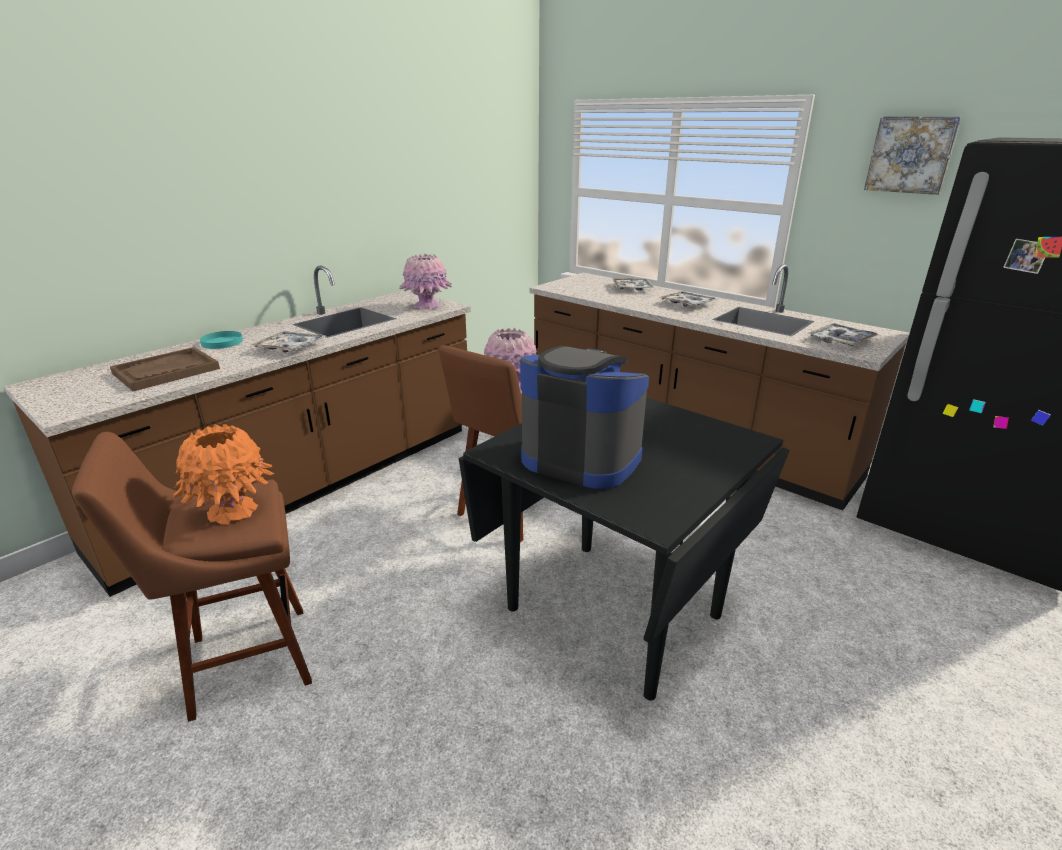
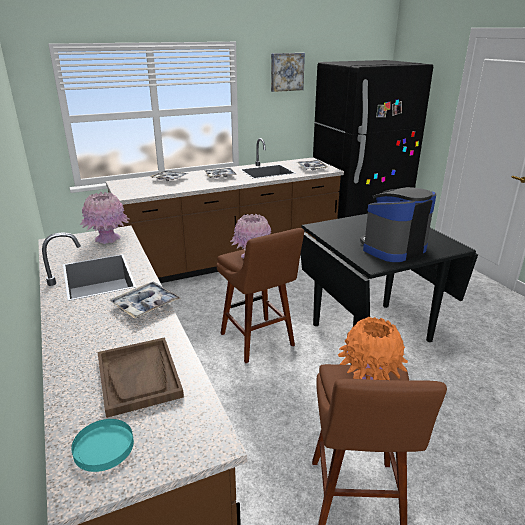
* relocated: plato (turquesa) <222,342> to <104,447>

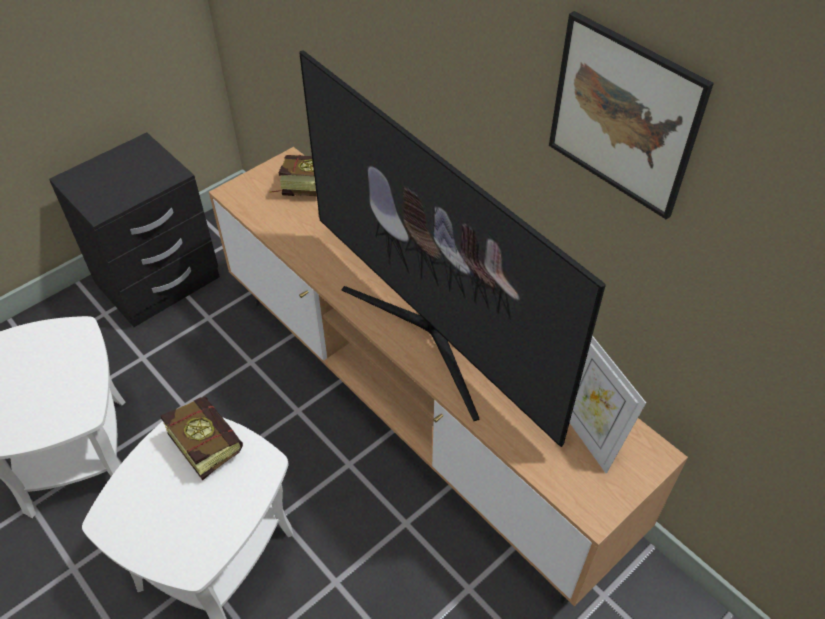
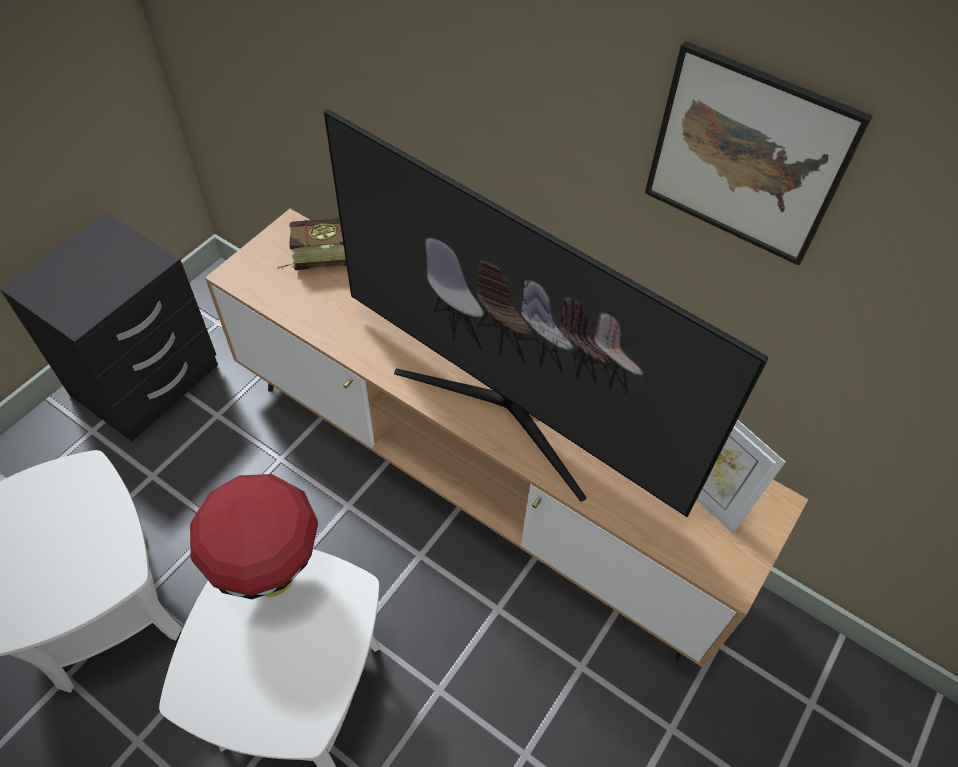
* exchanged: libro <202,441> to lámpara de mesa (rojo) <274,578>

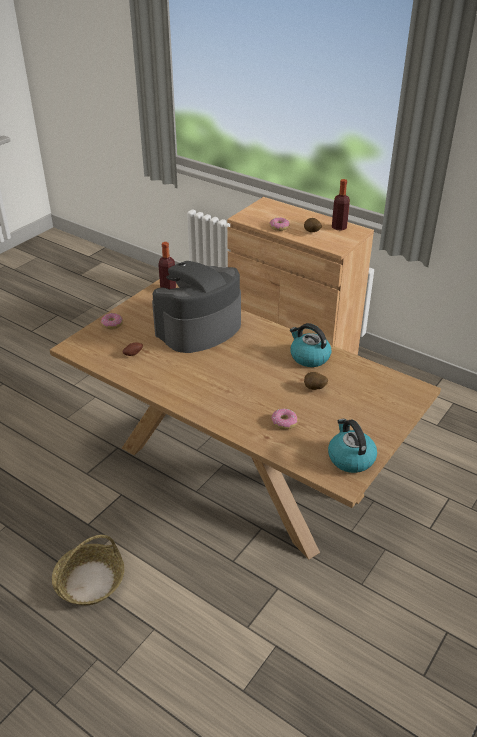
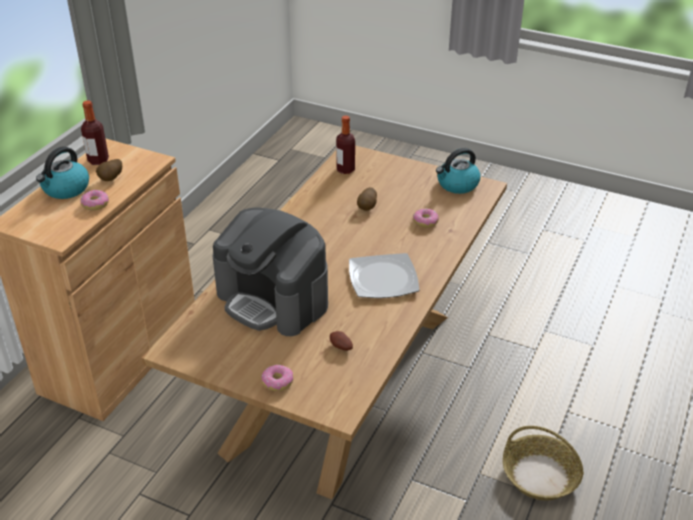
* relocated: hervidor <309,357> to <66,189>
* relocated: botella <168,288> to <345,169>
* appeared: plato <384,279>

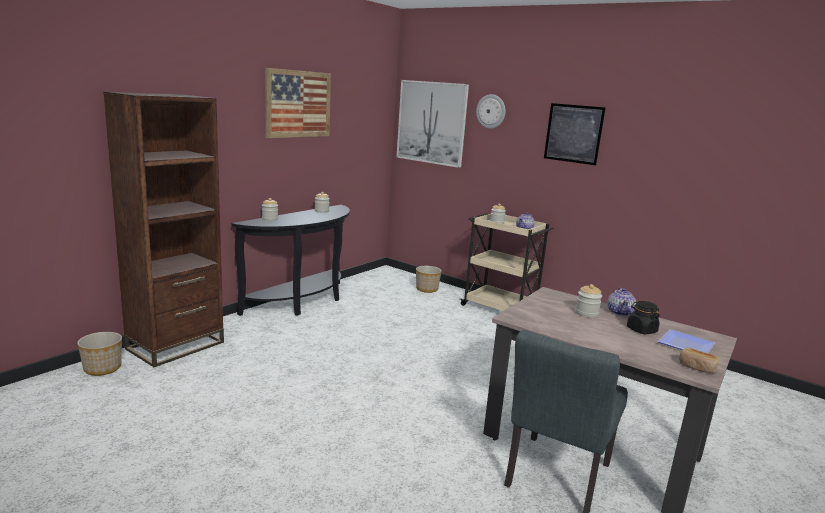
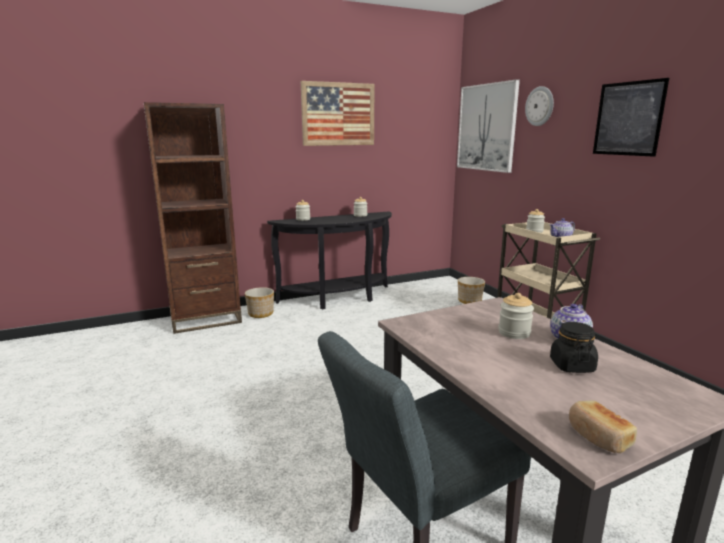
* relocated: maceta <102,368> to <260,313>
* missing: plato <687,346>

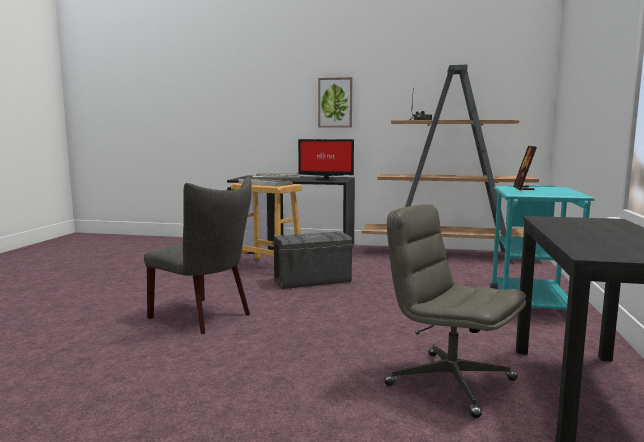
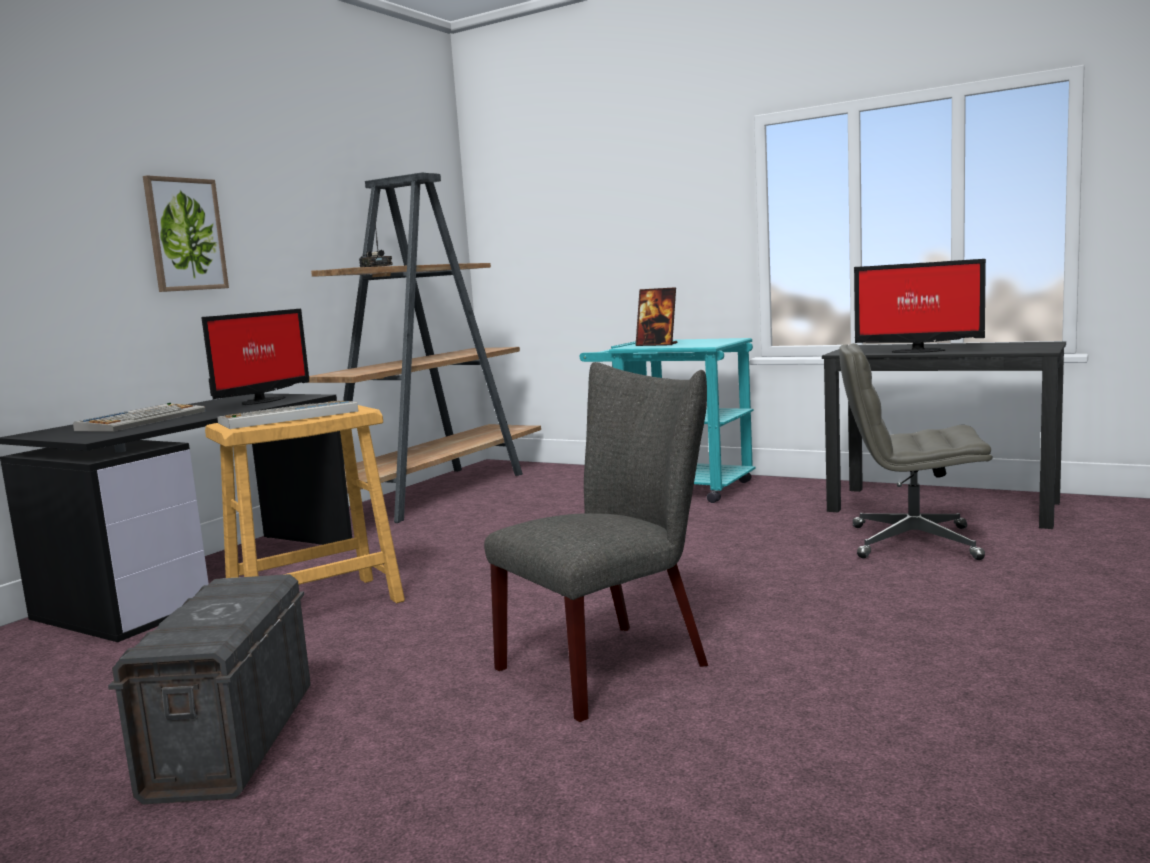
* relocated: caja de almacenaje (gris) <312,281> to <231,742>
* spun: silla de oficina (gris) <449,382> = <911,543> 45 degrees clockwise
* appeared: monitor <916,351>

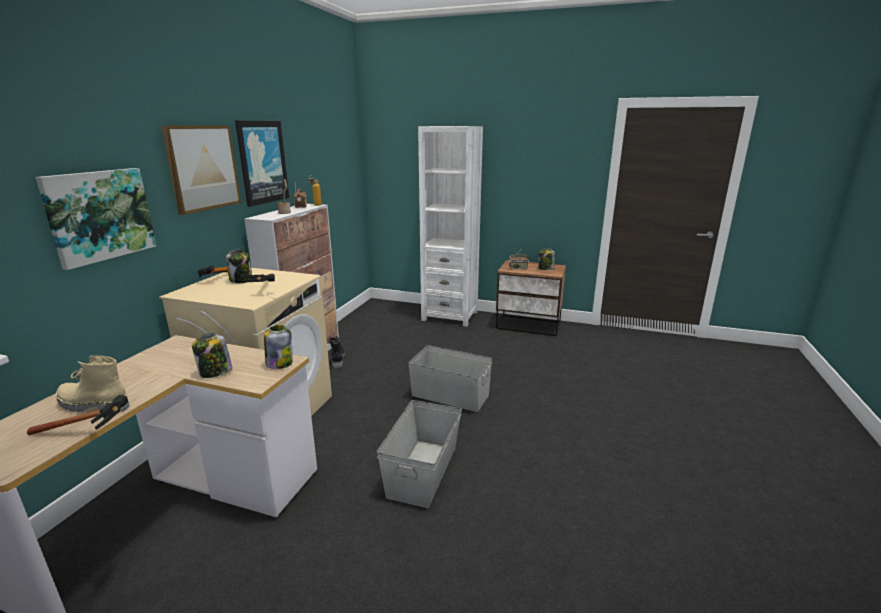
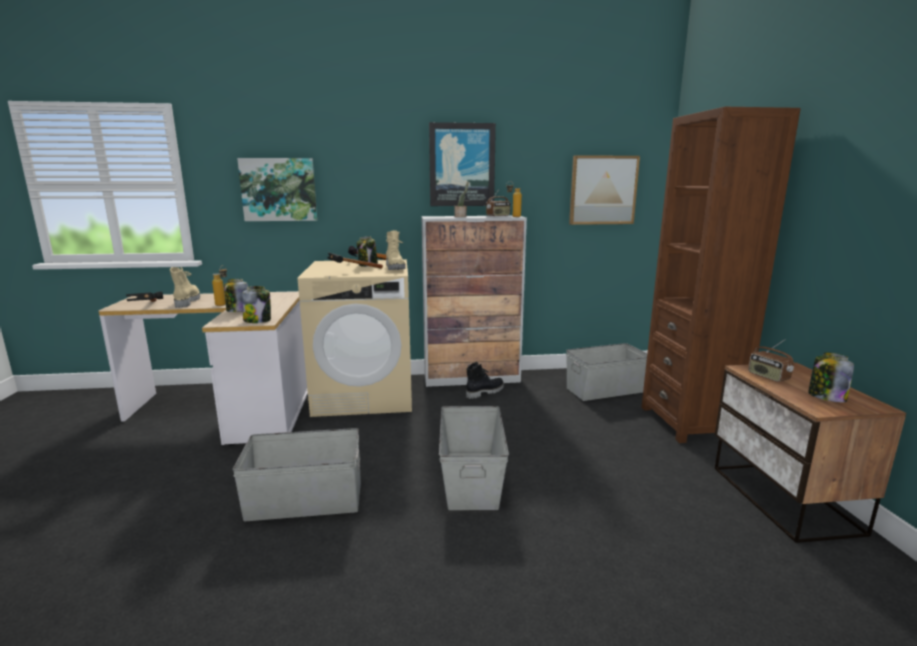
* appeared: botella <223,304>
* appeared: bota (beis) <395,268>
* appeared: caja de almacenaje (gris) <604,389>
* relocated: cuadro <202,168> to <603,190>
* colour: estantería (blanco) <450,316> to estantería (marrón) <689,422>

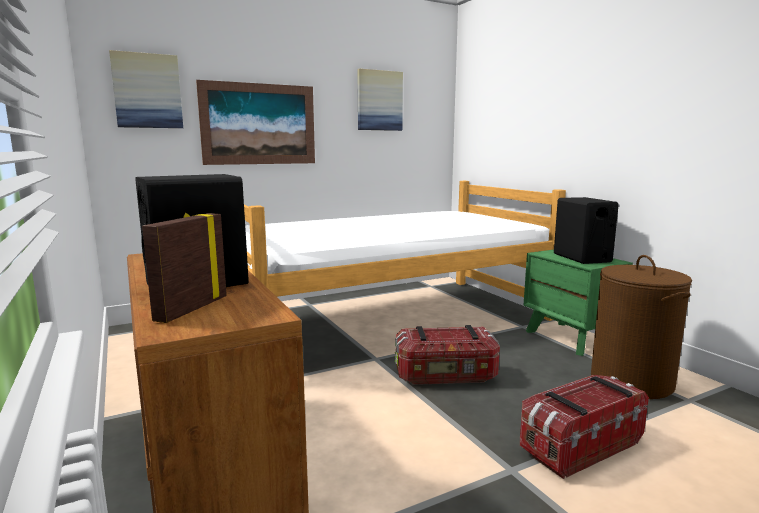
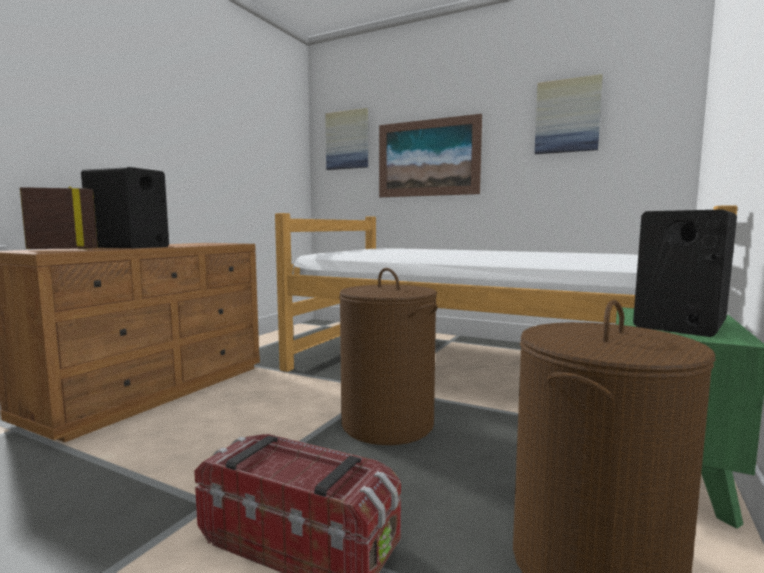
* exchanged: caja de almacenaje <445,376> to cesto de la ropa (marrón) <388,424>

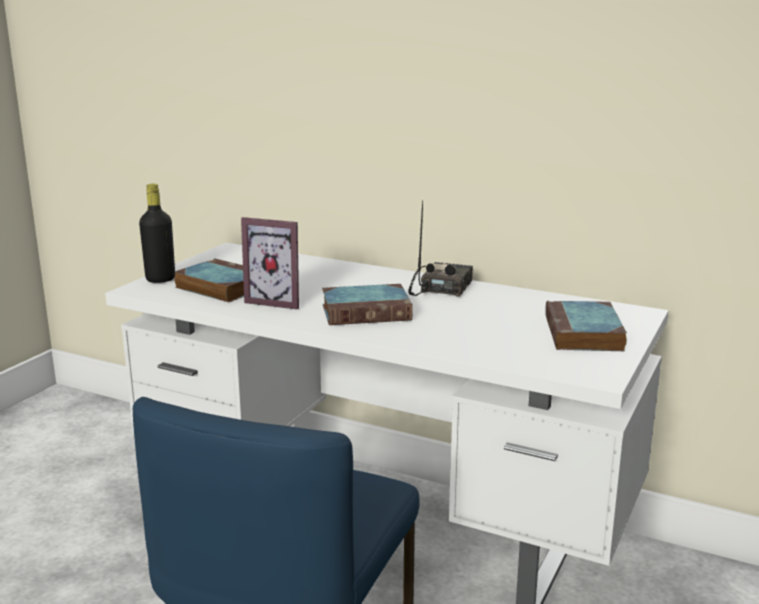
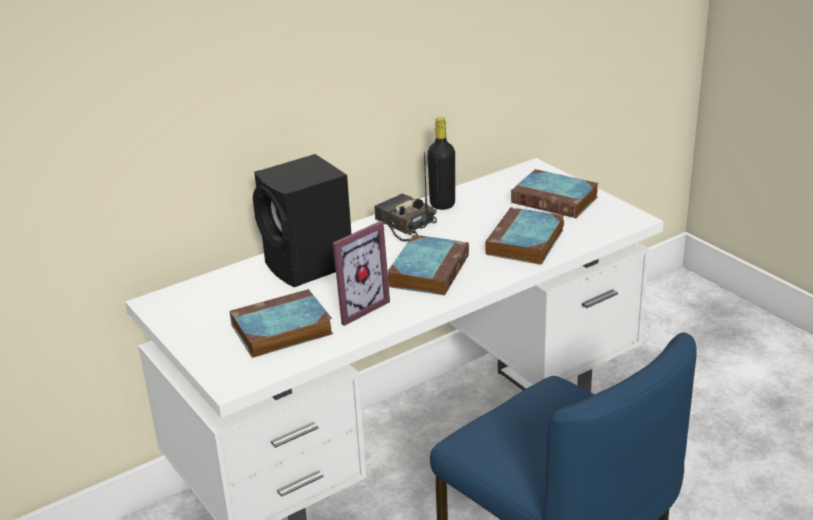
* appeared: altavoz (negro) <309,266>
* relocated: botella (negro) <160,279> to <442,204>
* appeared: libro <525,243>

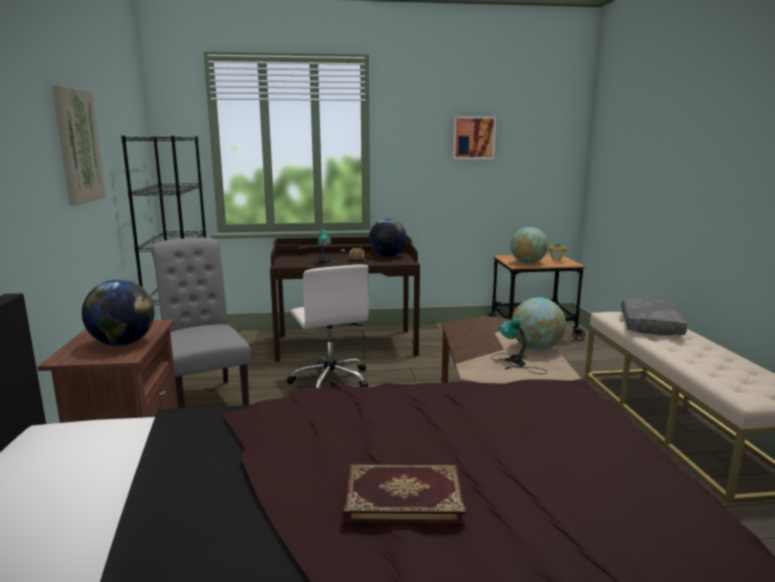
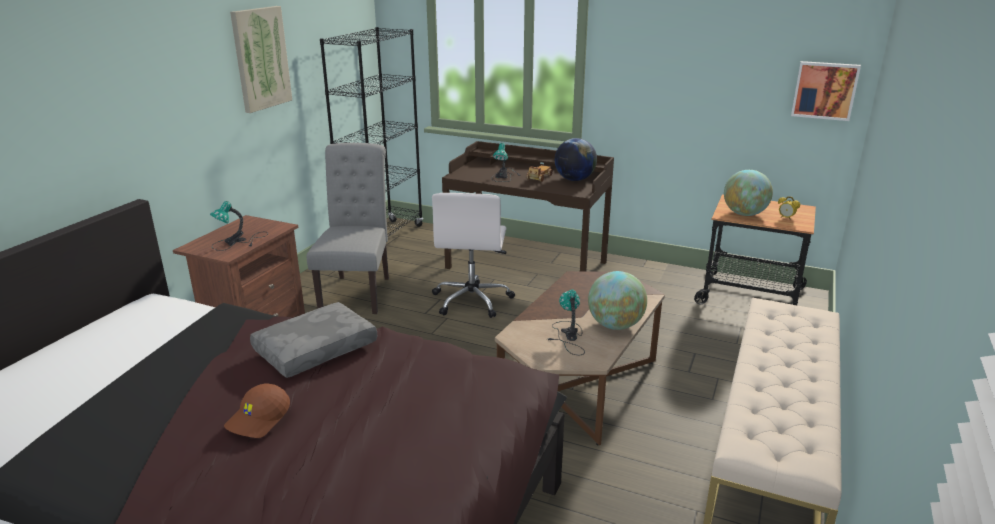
* exchanged: globo terráqueo <123,343> to lámpara de mesa <239,241>
* exchanged: libro <403,497> to gorra (marrón) <259,419>
* relocated: cojín (gris) <649,325> to <315,349>
* relocated: cuadro <473,138> to <824,90>

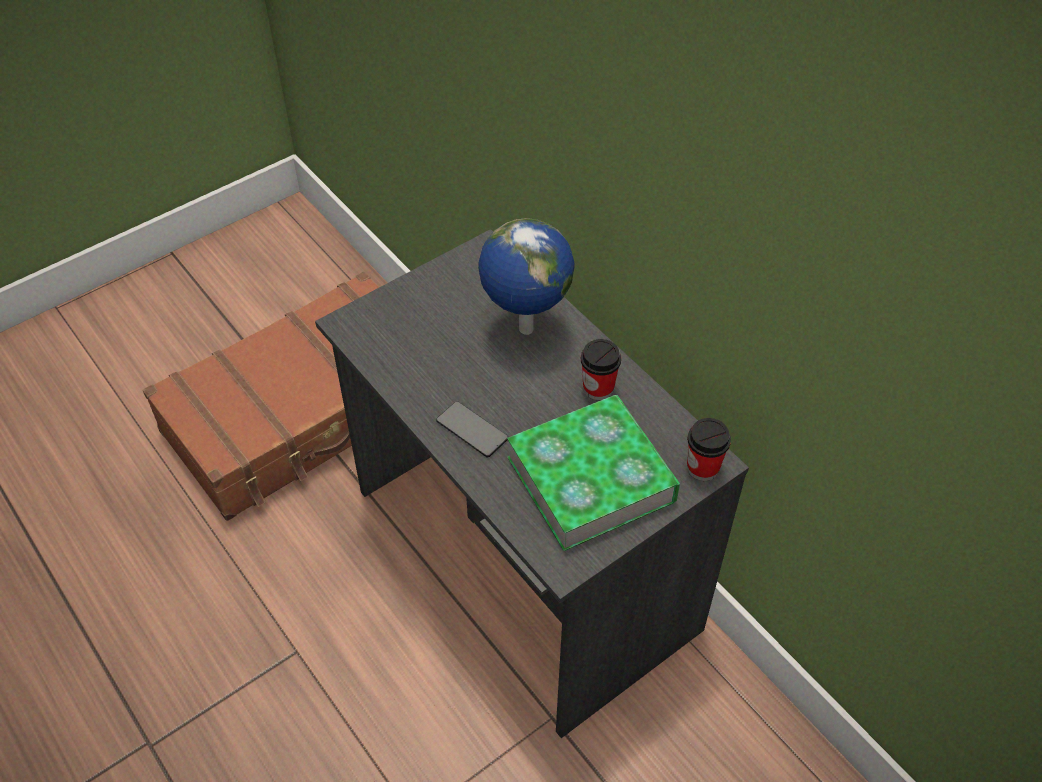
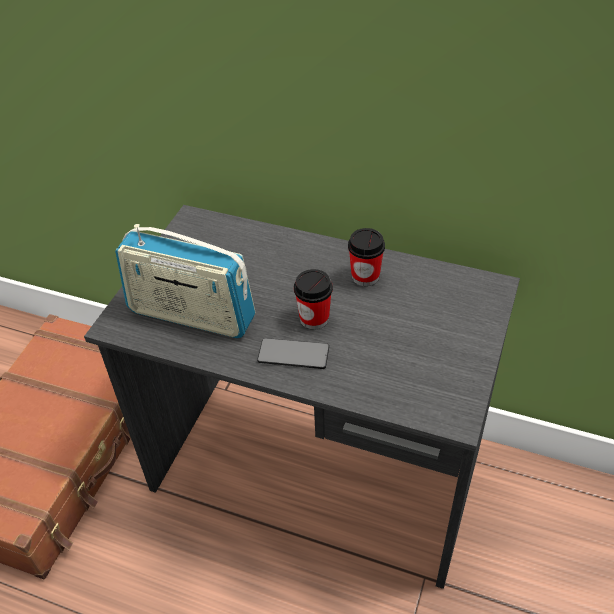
* appeared: radio <191,315>
* relocated: taza <702,467> to <314,318>
* missing: globo terráqueo <524,330>
* missing: libro <591,479>

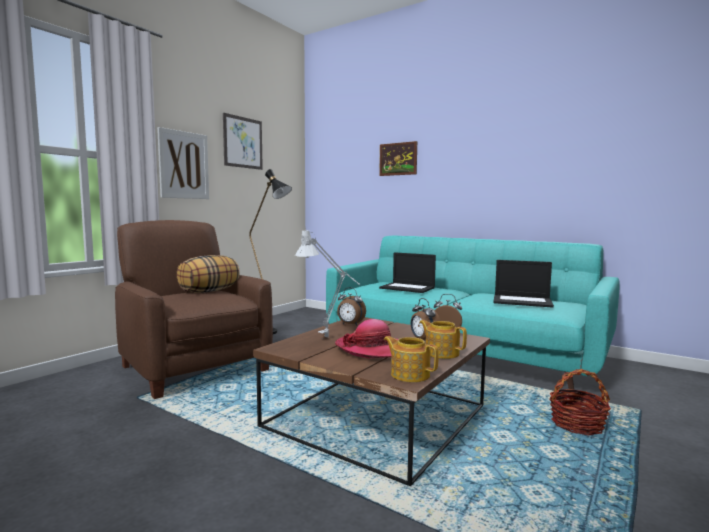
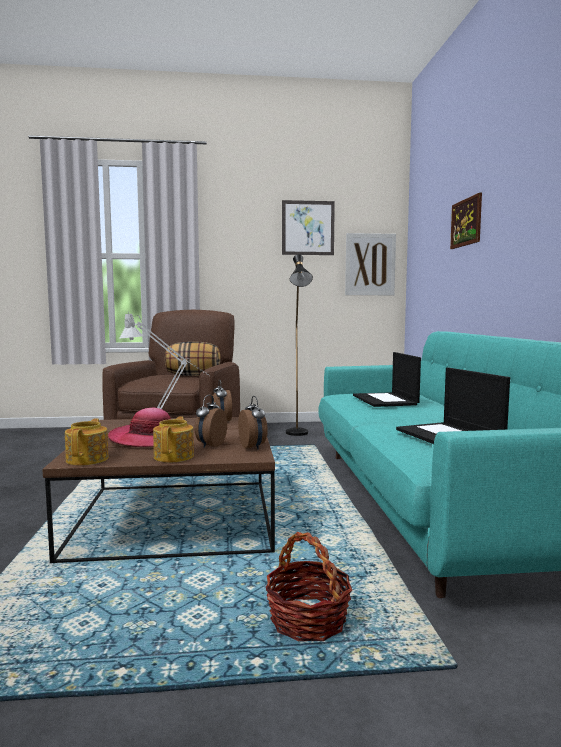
* relocated: cuadro <184,165> to <370,264>

